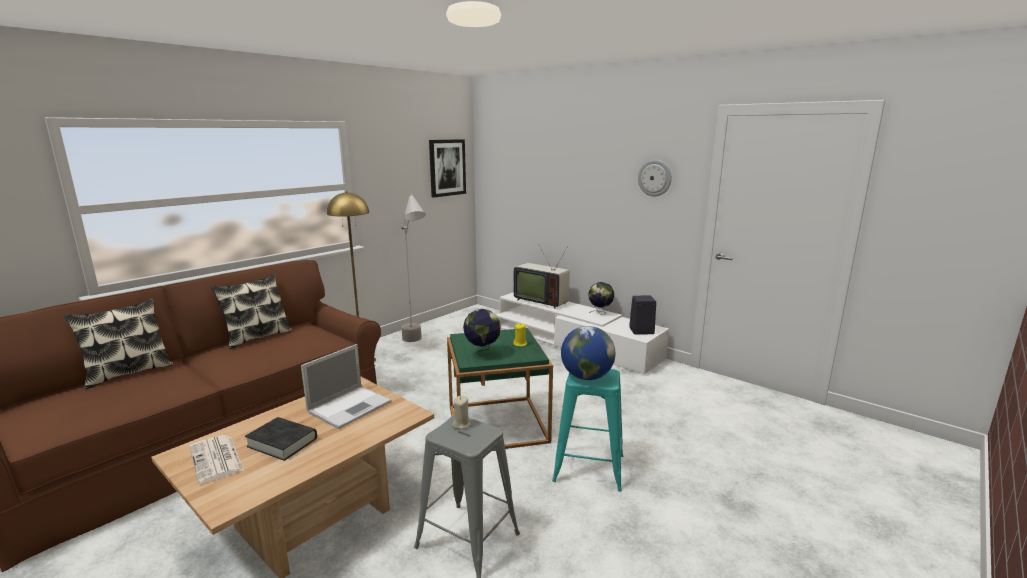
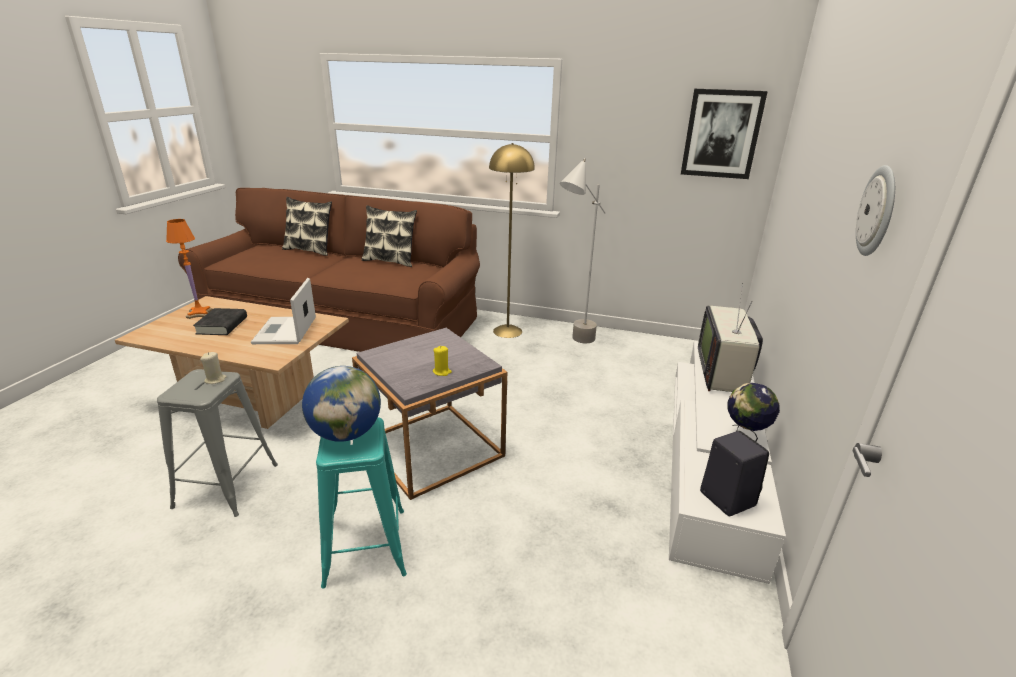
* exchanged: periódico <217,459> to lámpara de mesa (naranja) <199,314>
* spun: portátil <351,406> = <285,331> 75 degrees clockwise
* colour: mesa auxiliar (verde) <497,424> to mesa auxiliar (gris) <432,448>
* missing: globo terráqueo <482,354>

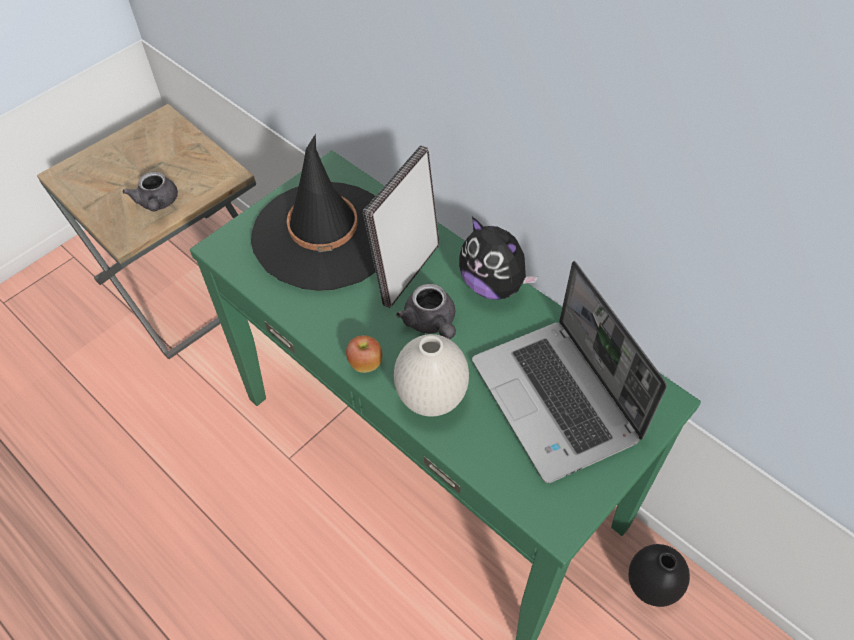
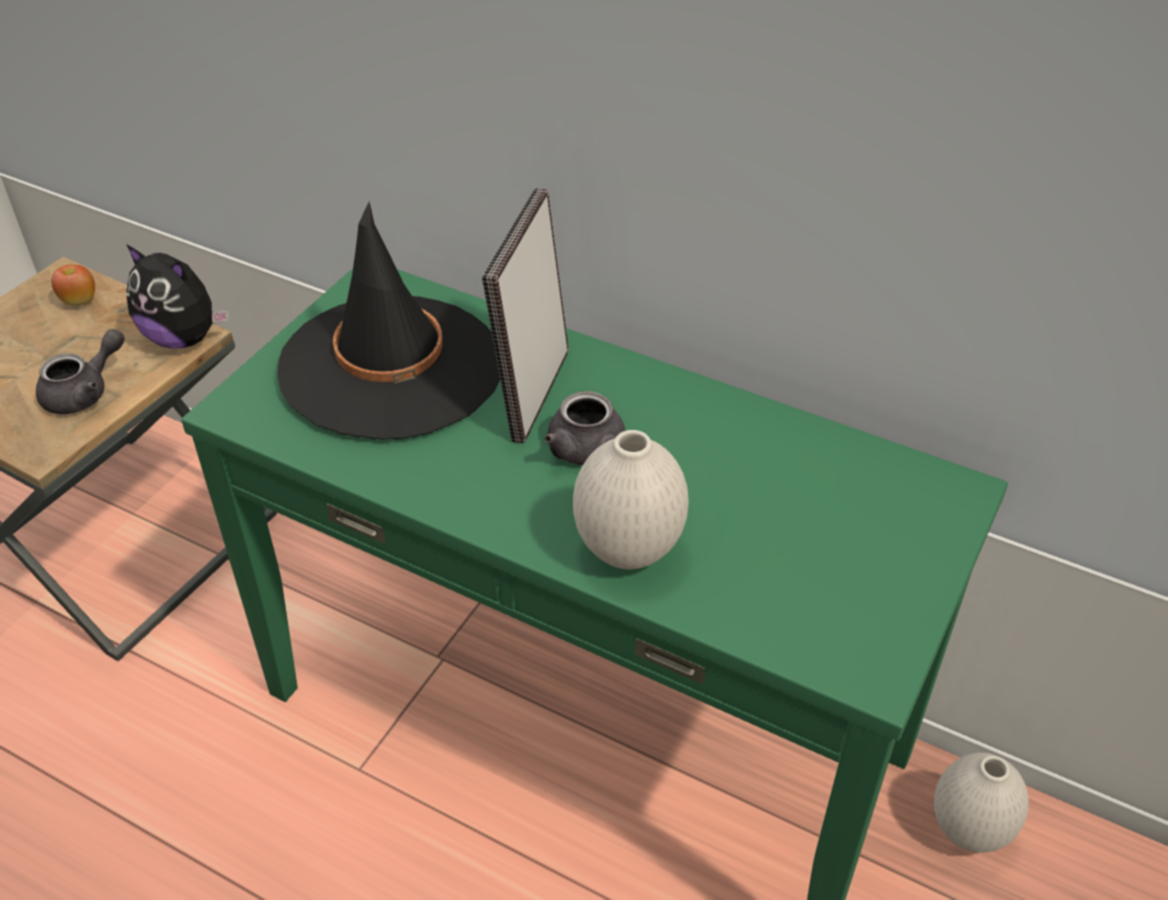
* spun: tetera (gris) <157,203> = <85,392> 105 degrees counterclockwise
* relocated: manzana <365,364> to <79,301>
* relocated: peluche <493,285> to <184,338>
* colour: florero (negro) <651,587> to florero (blanco) <969,831>
* missing: portátil <557,401>

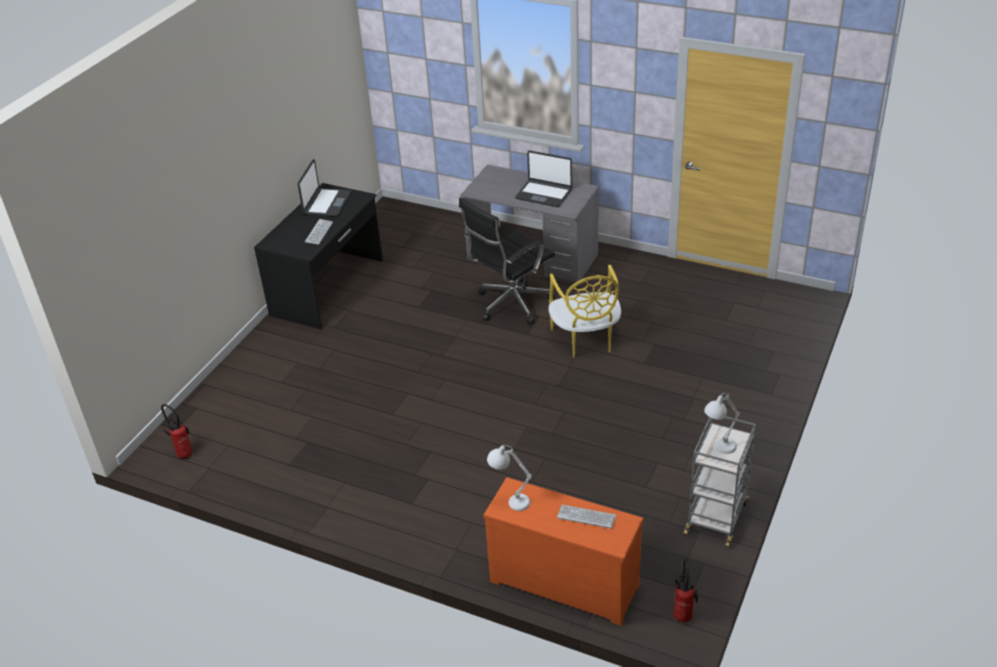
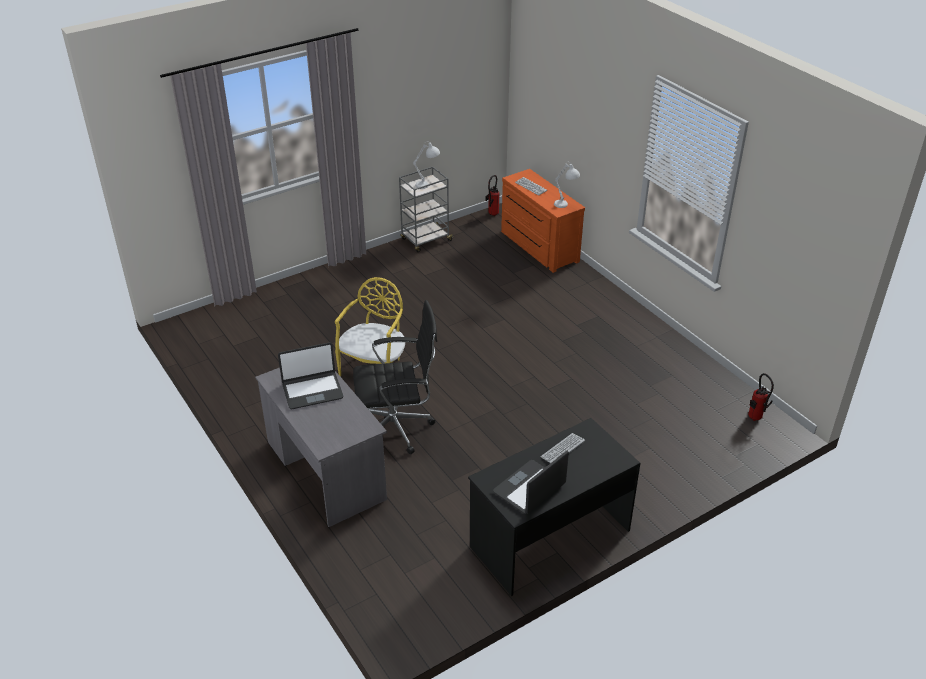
* spun: portátil <544,194> = <312,391> 105 degrees clockwise

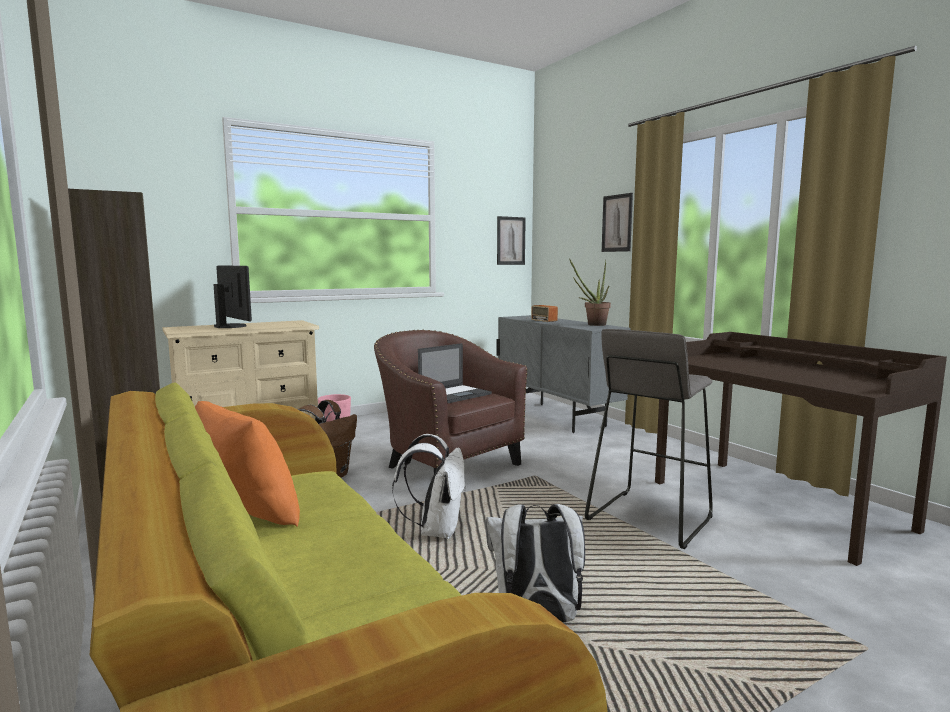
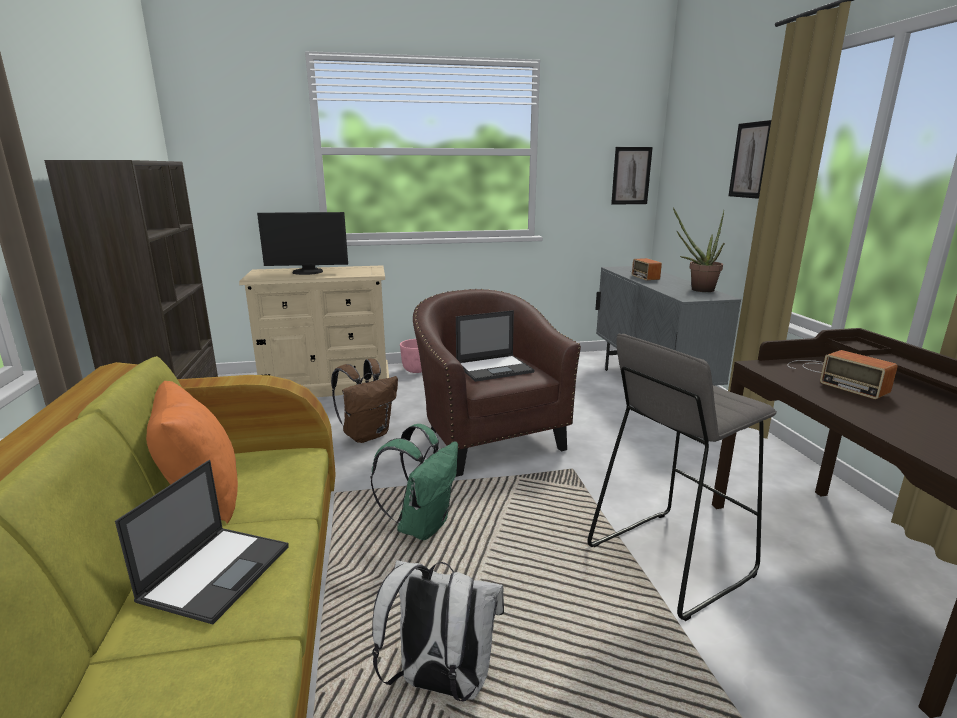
* appeared: portátil <217,571>
* spun: monitor <232,326> = <307,272> 105 degrees clockwise
* colour: mochila (blanco) <436,530> to mochila (verde) <422,525>
* appeared: radio <833,377>

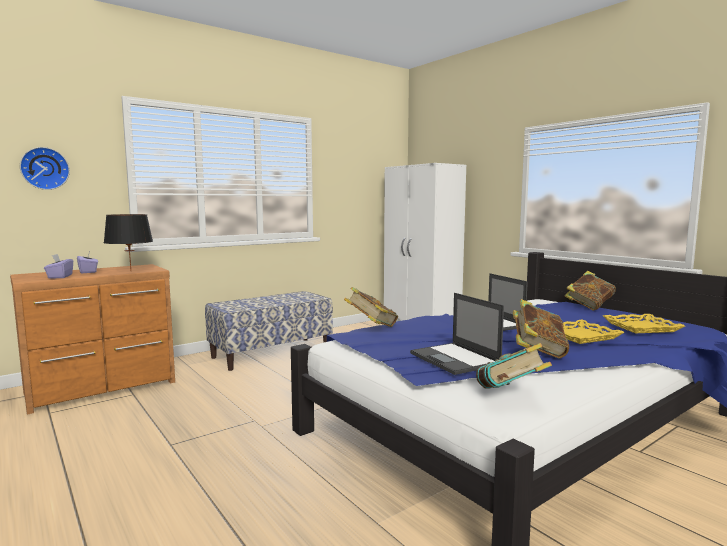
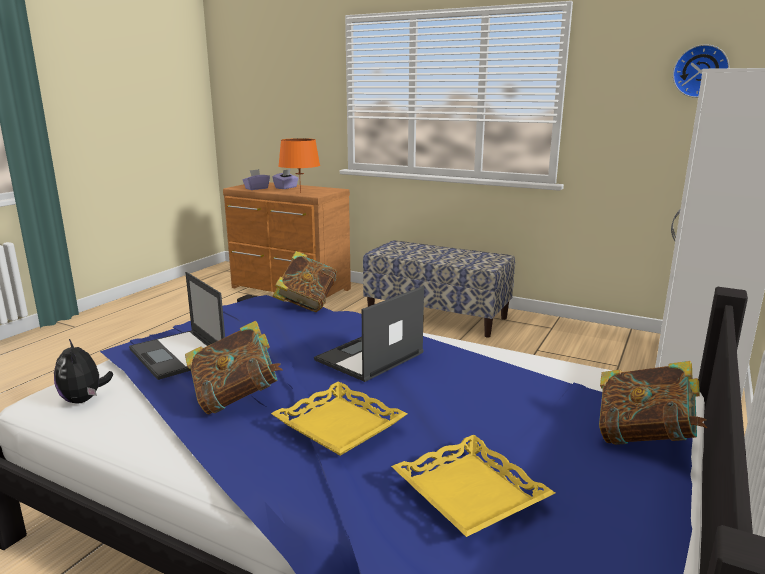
* exchanged: libro <510,396> to peluche <84,400>
* spun: portátil <455,359> = <179,355> 75 degrees counterclockwise
* colour: lámpara de mesa (negro) <130,271> to lámpara de mesa (naranja) <300,193>
* relocated: reloj de pared <44,168> to <700,71>

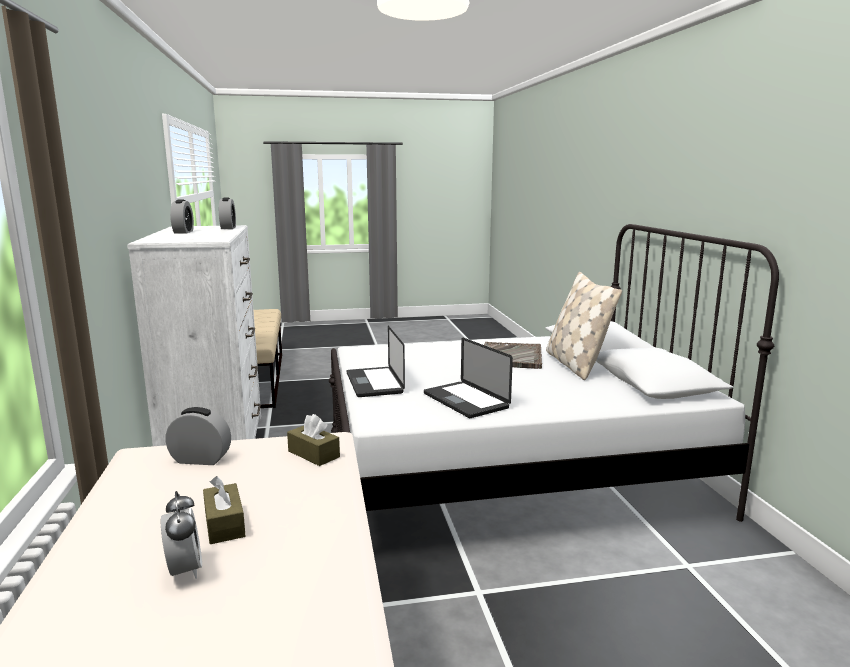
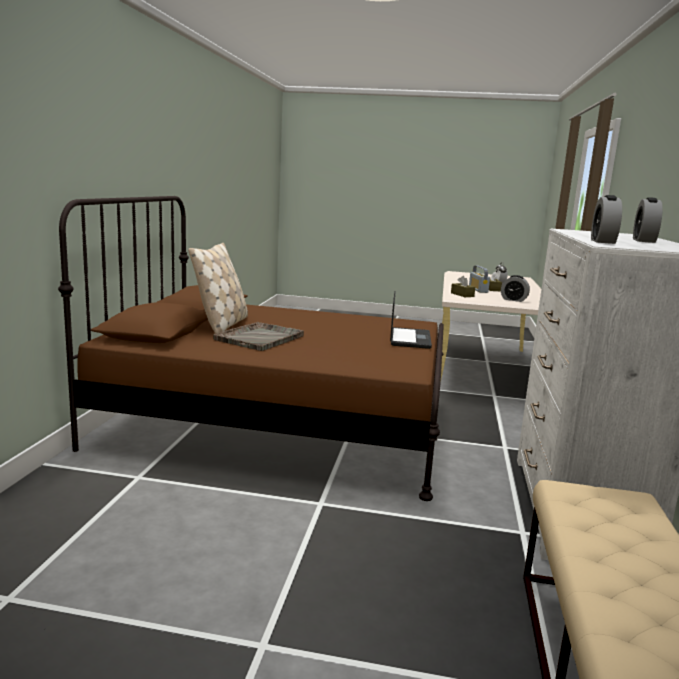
* colour: cama (blanco) <509,470> to cama (marrón) <278,422>
* appeared: radio <478,290>
* missing: portátil <465,401>

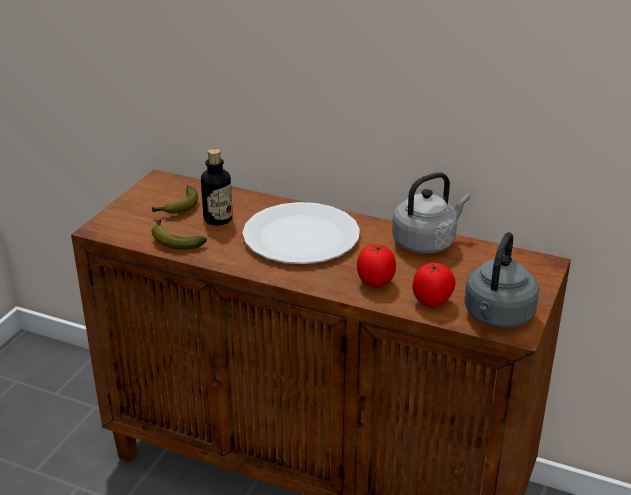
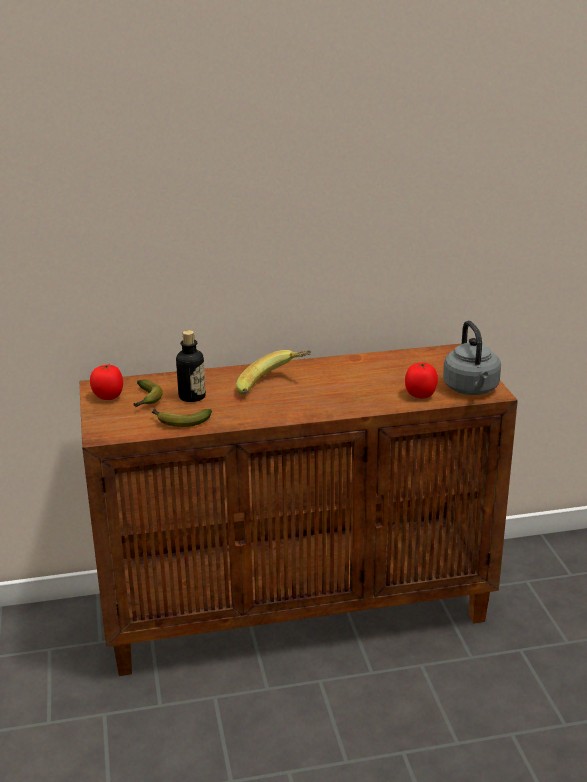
* relocated: tomate <375,282> to <108,397>
* exchanged: plato (blanco) <301,236> to plátano <274,387>
* missing: hervidor (gris) <426,242>

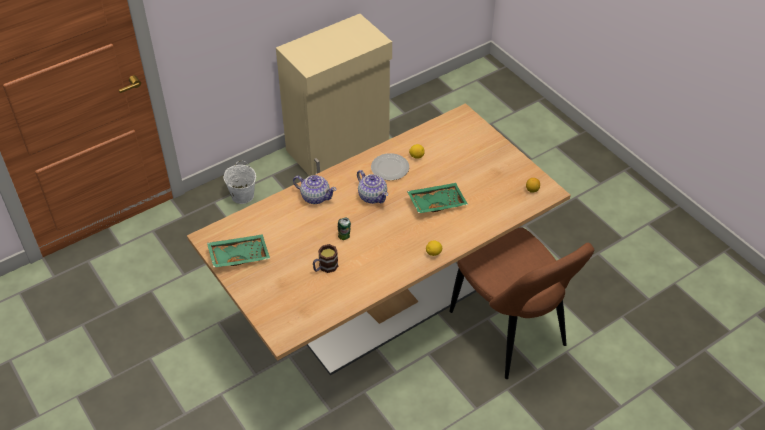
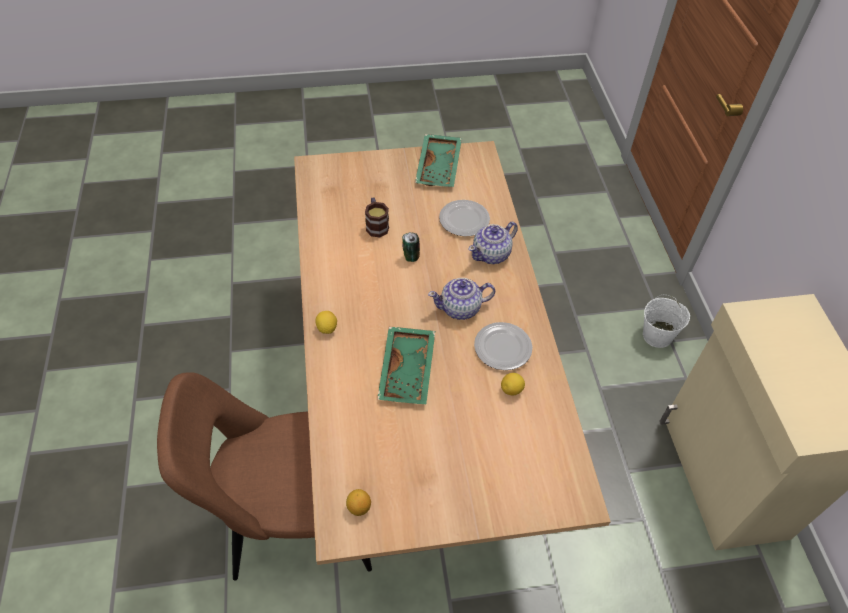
* appeared: plato <464,220>

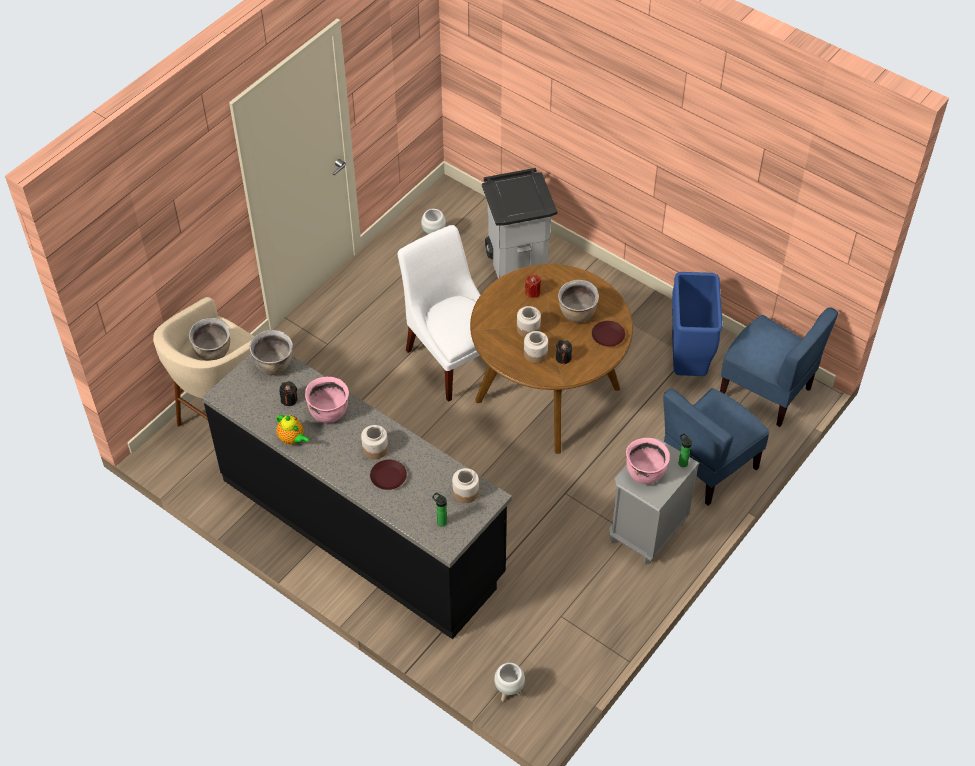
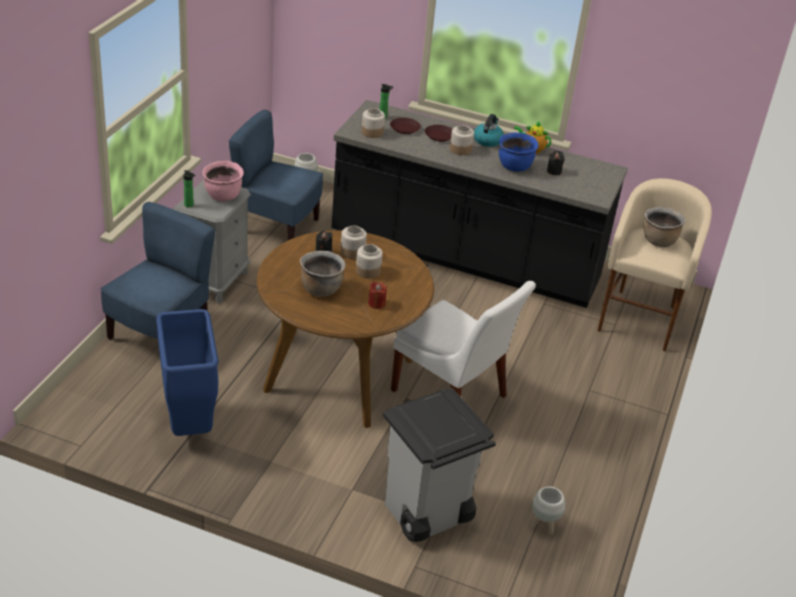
* relocated: silla (azul) <766,391> to <276,227>
* relocated: plato (marrón) <607,336> to <405,129>
* appeared: hervidor <487,140>
* colour: olla (rosa) <329,412> to olla (azul) <514,167>
* missing: olla (marrón) <274,365>

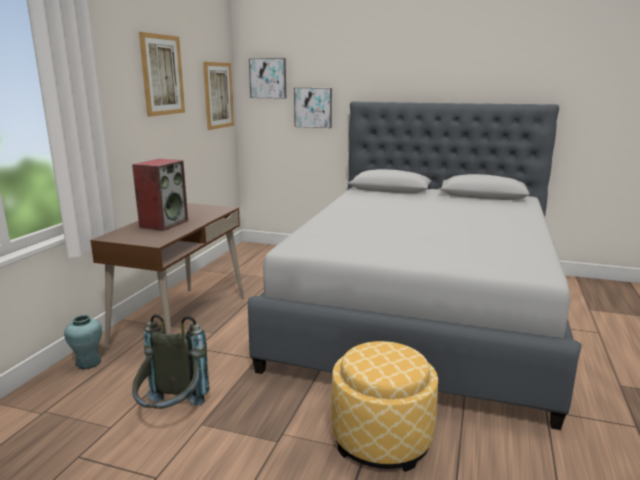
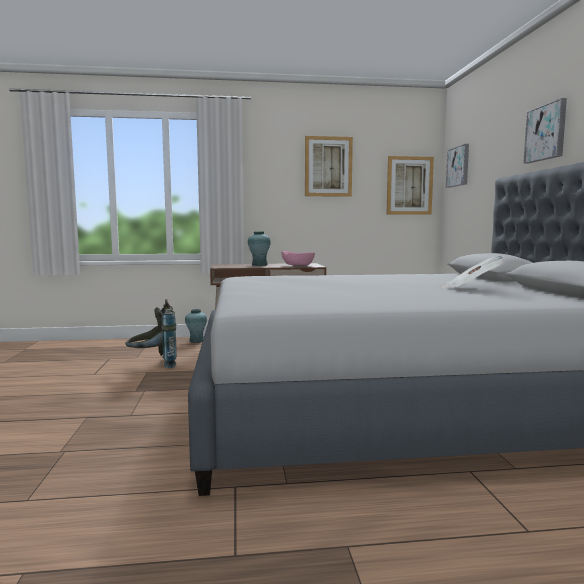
* exchanged: altavoz <164,223> to florero (turquesa) <259,265>
* appeared: cuenco (rosa) <298,265>
* appeared: periódico <471,288>
* relocated: cuadro <313,107> to <546,132>
* missing: puf <382,439>

